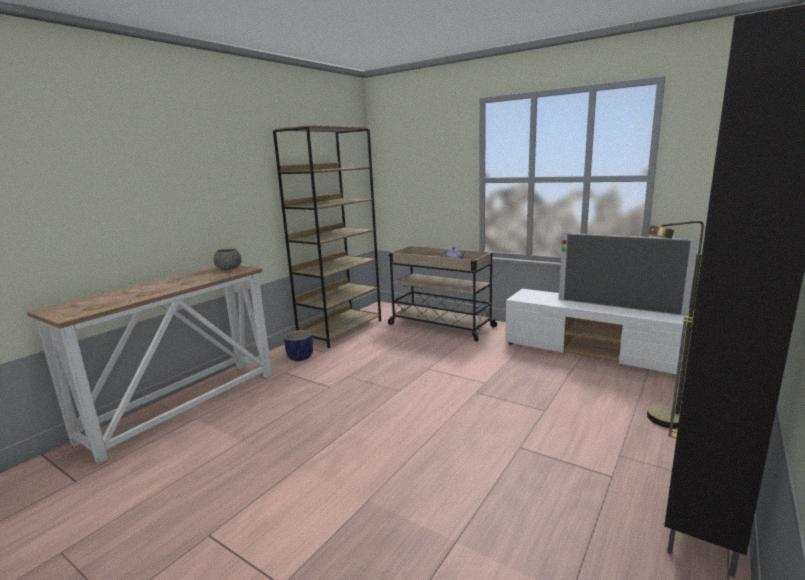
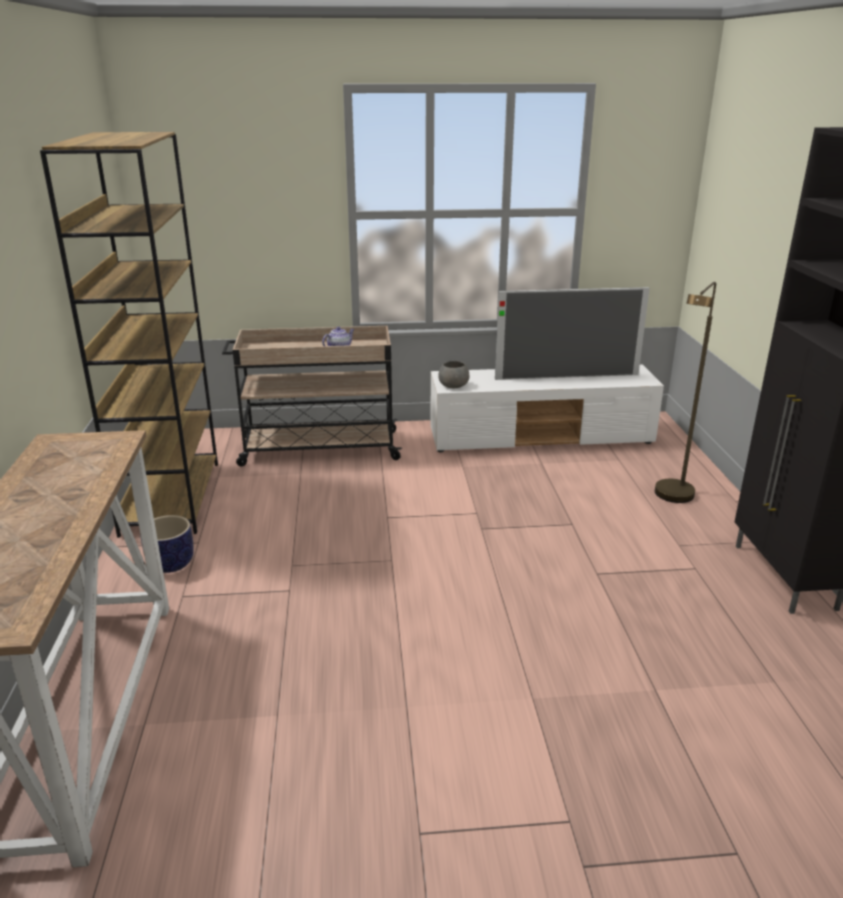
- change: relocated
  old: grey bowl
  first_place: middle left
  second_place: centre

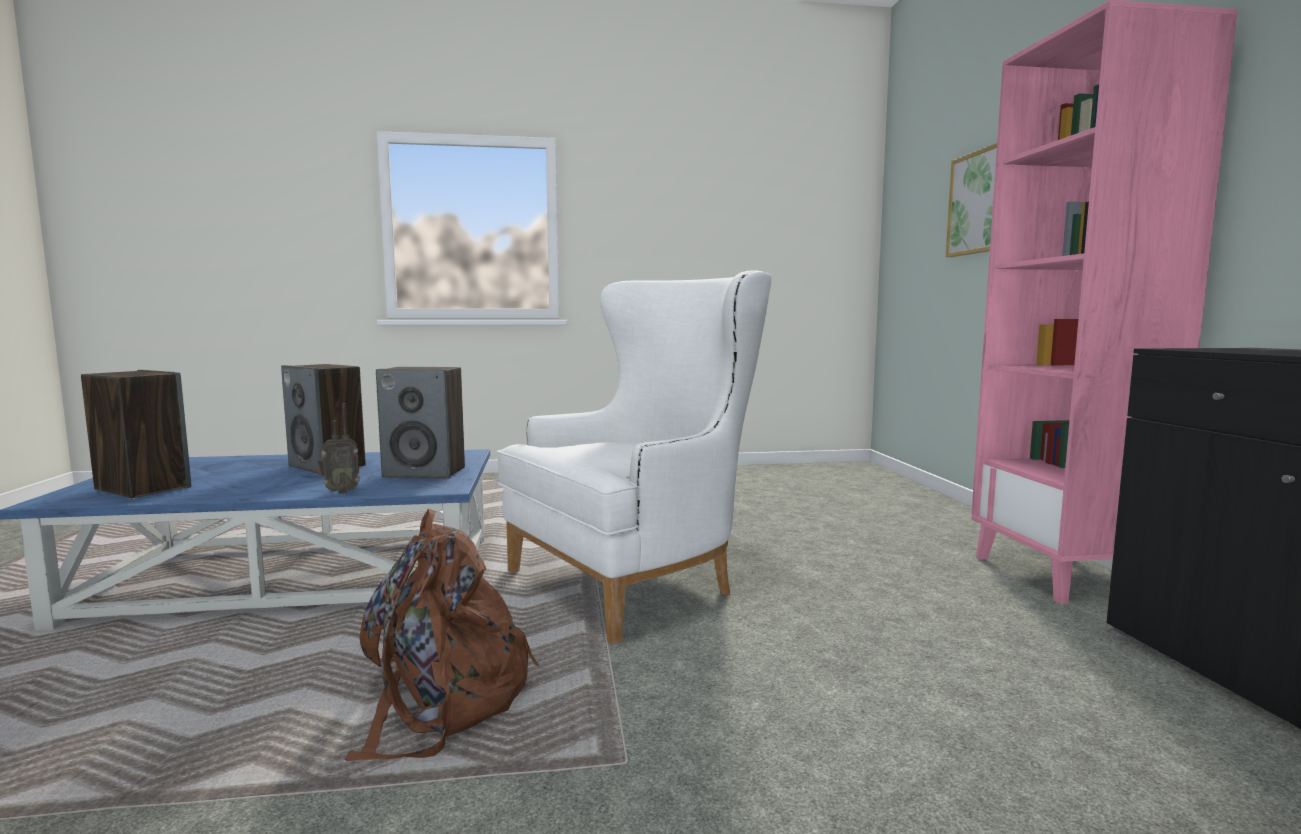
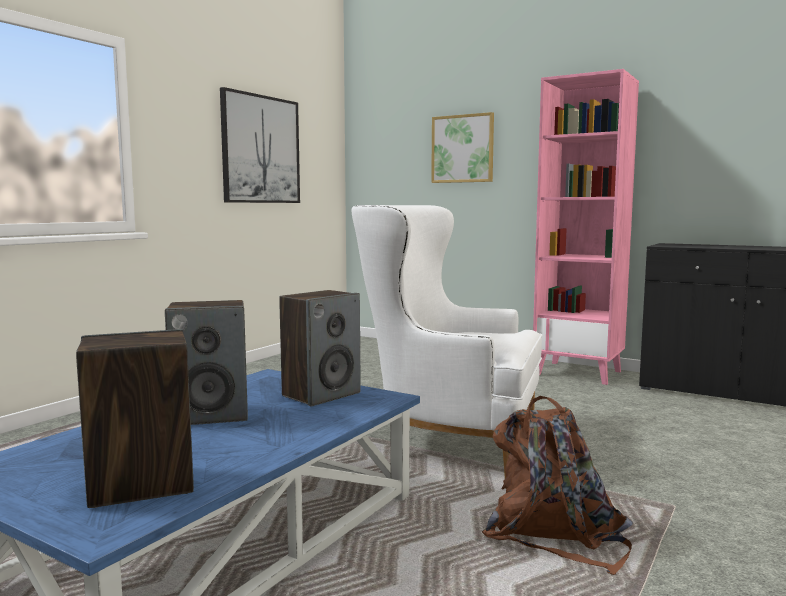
- change: missing
  old: radio
  first_place: middle left
- change: appeared
  new: picture (no. 1 from left)
  second_place: top left
- change: spun
  old: white armchair
  first_place: centre
  second_place: centre
  degrees: -75

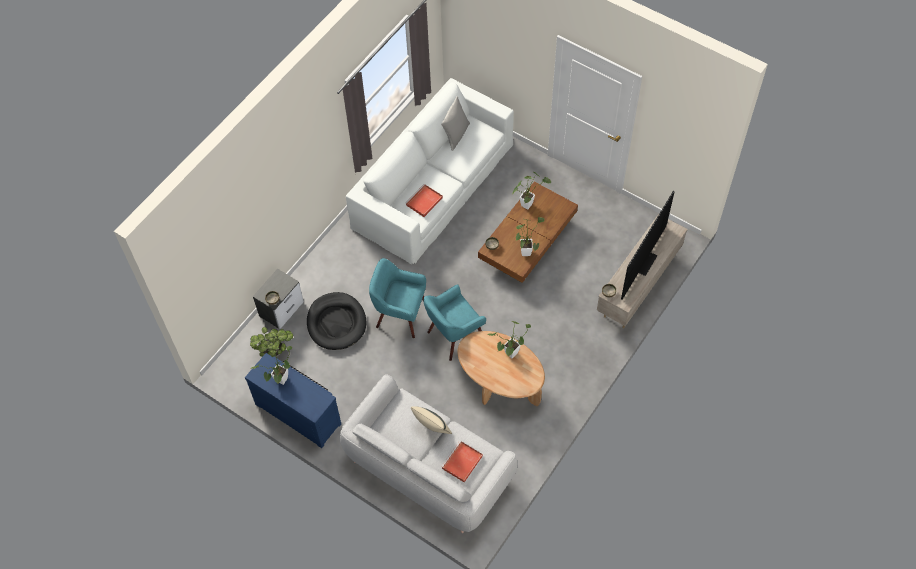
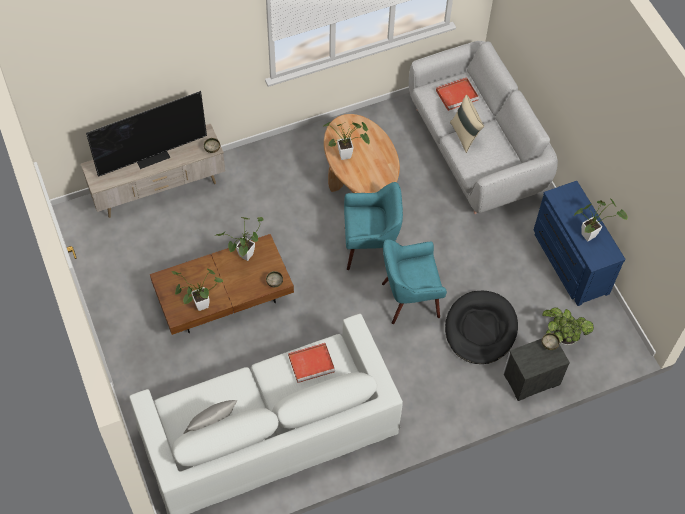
- change: spun
  old: turquoise armchair (no. 1 from left in the first image)
  first_place: centre
  second_place: centre
  degrees: 120

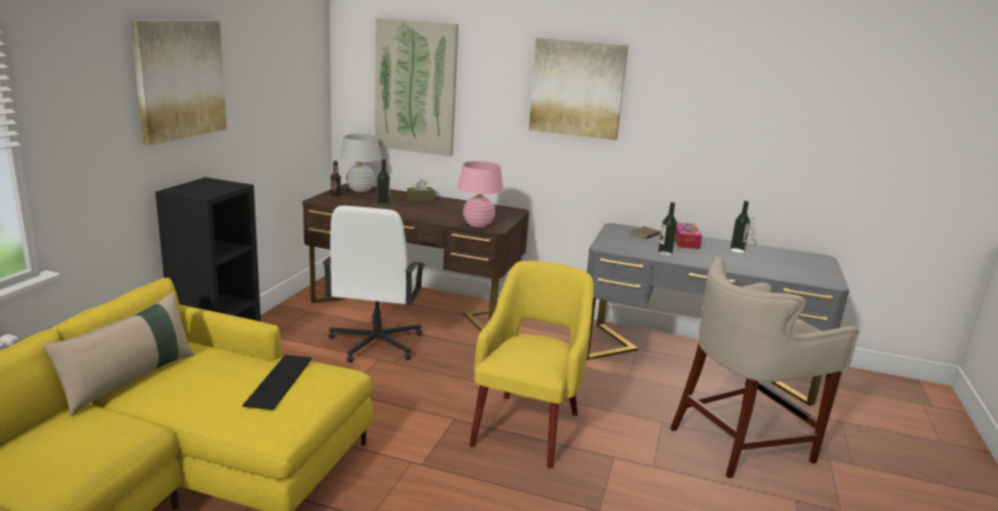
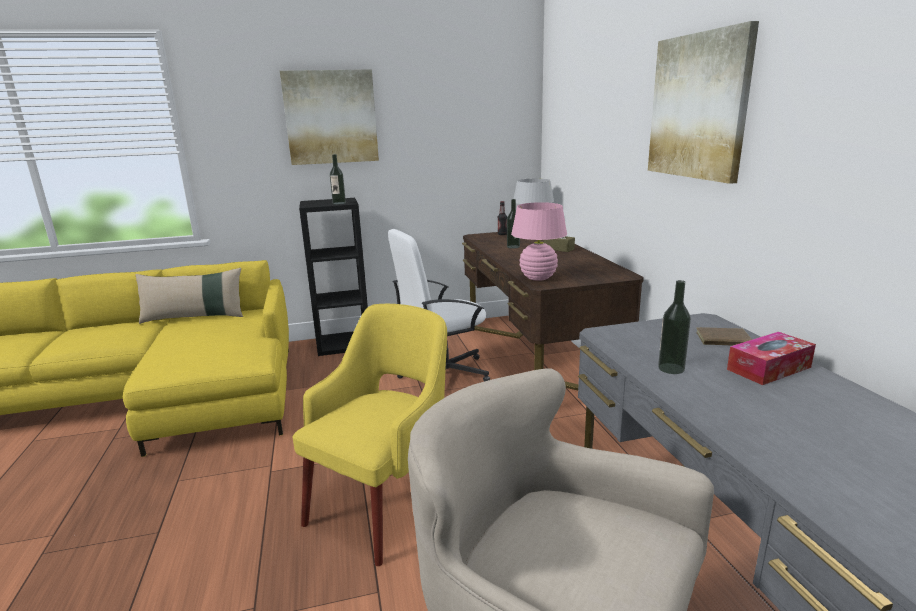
- change: missing
  old: keyboard
  first_place: bottom left
- change: missing
  old: picture (no. 2 from left)
  first_place: top centre
- change: relocated
  old: bottle (no. 4 from left in the first image)
  new: bottle (no. 1 from left)
  first_place: middle right
  second_place: top centre
- change: spun
  old: yellow armchair
  first_place: bottom centre
  second_place: bottom centre
  degrees: -45

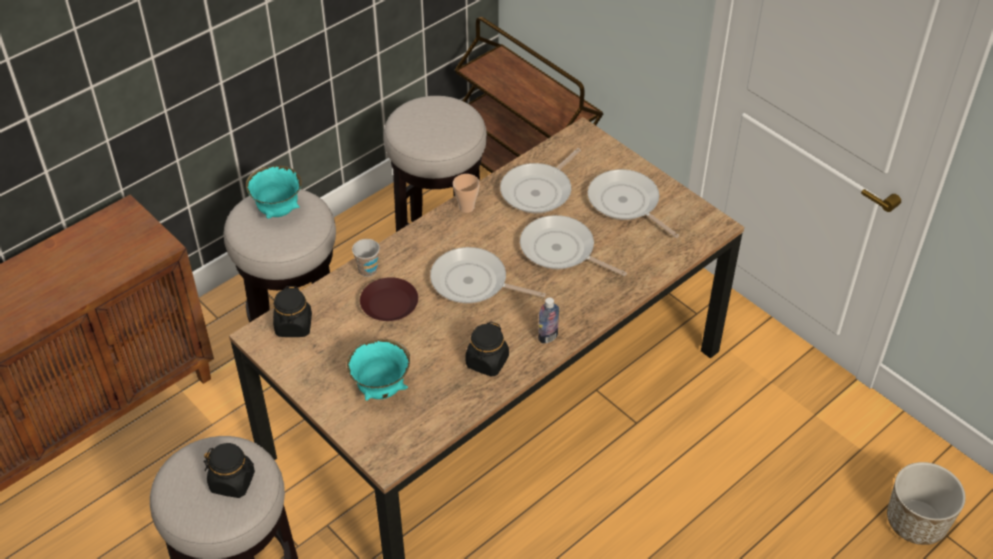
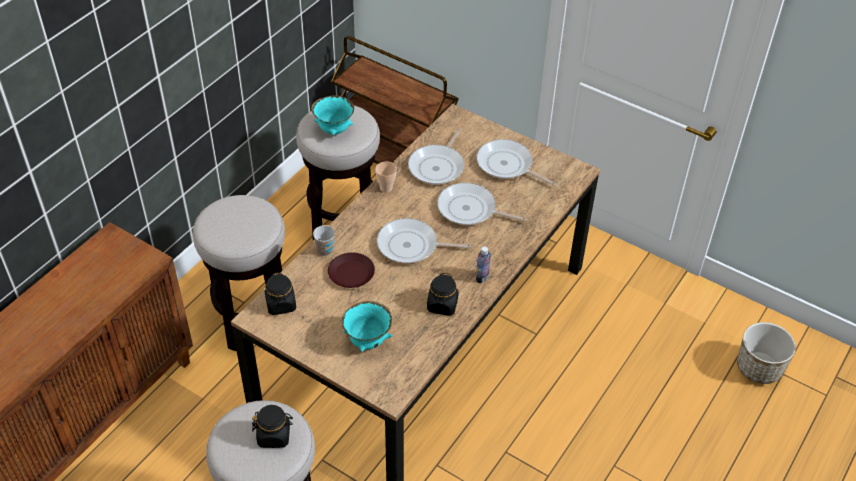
- change: relocated
  old: turquoise bowl (no. 1 from left)
  first_place: middle left
  second_place: top centre

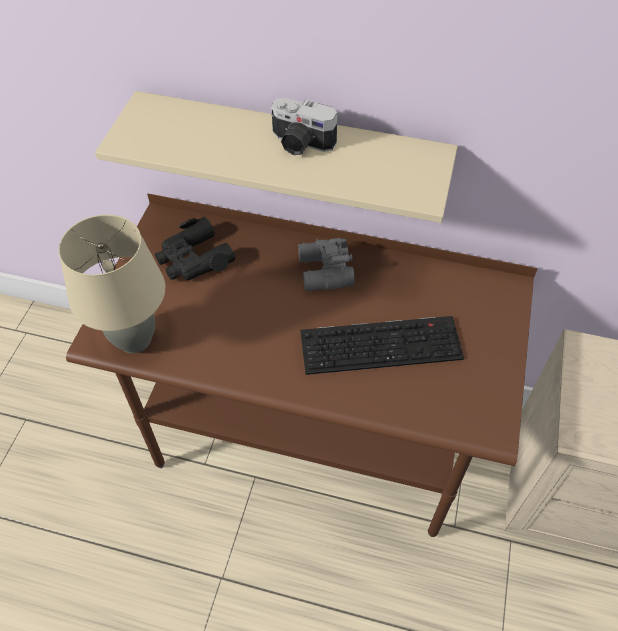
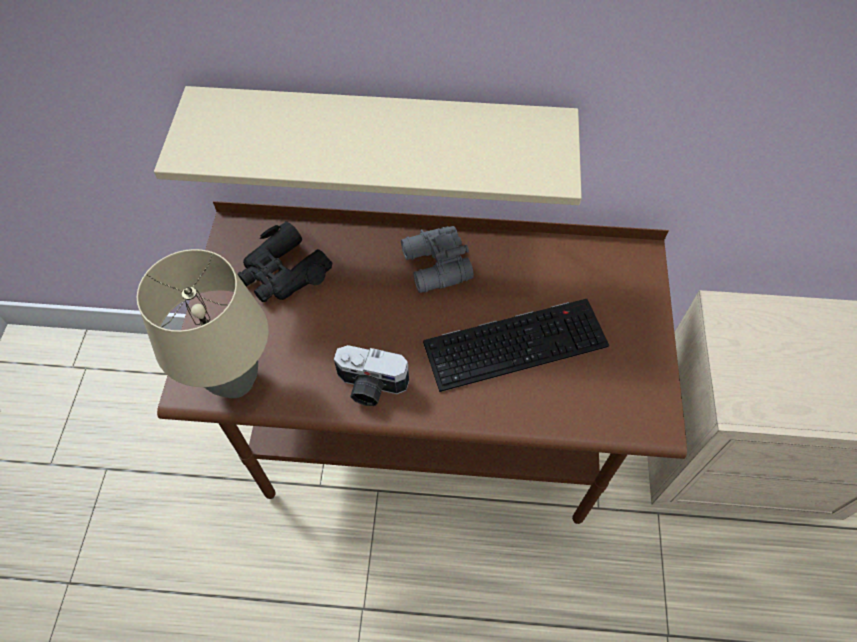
- change: relocated
  old: photo camera
  first_place: top centre
  second_place: centre

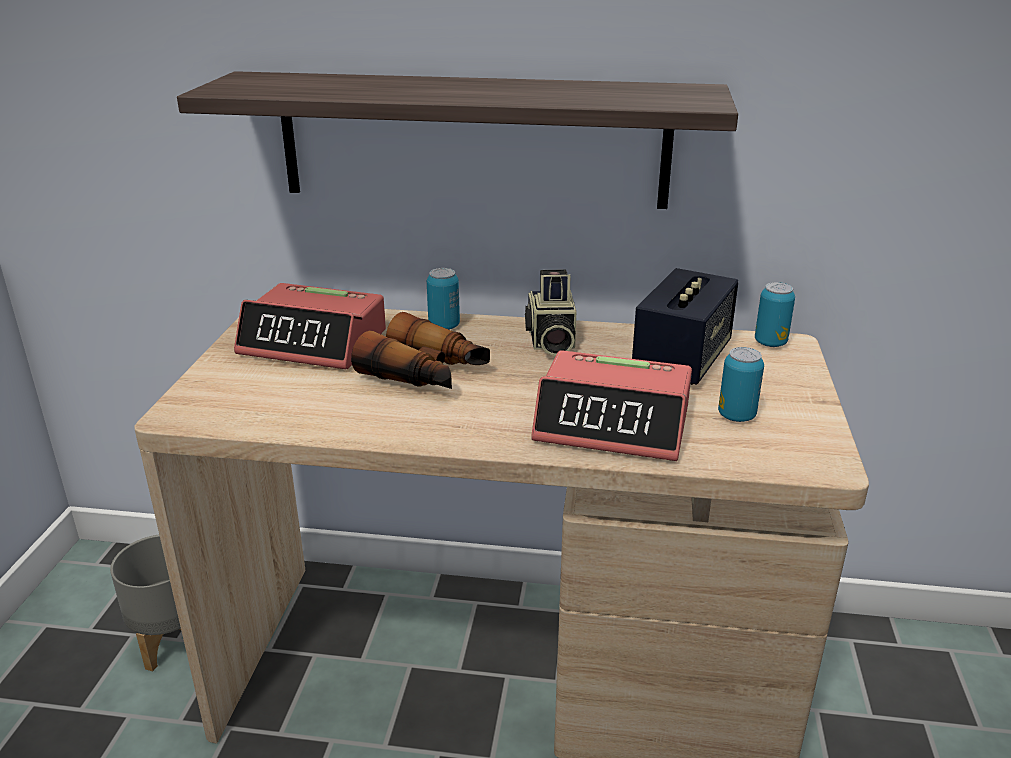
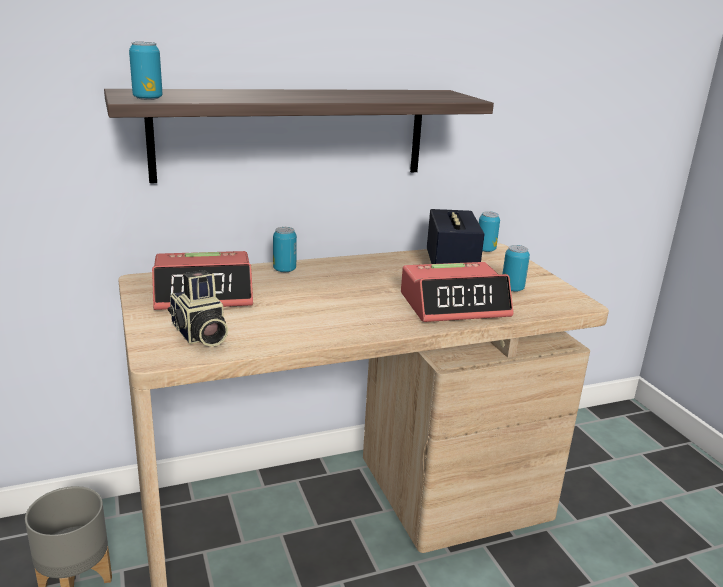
- change: missing
  old: binoculars
  first_place: centre
- change: appeared
  new: can (no. 1 from left)
  second_place: top left
- change: relocated
  old: photo camera
  first_place: centre
  second_place: middle left

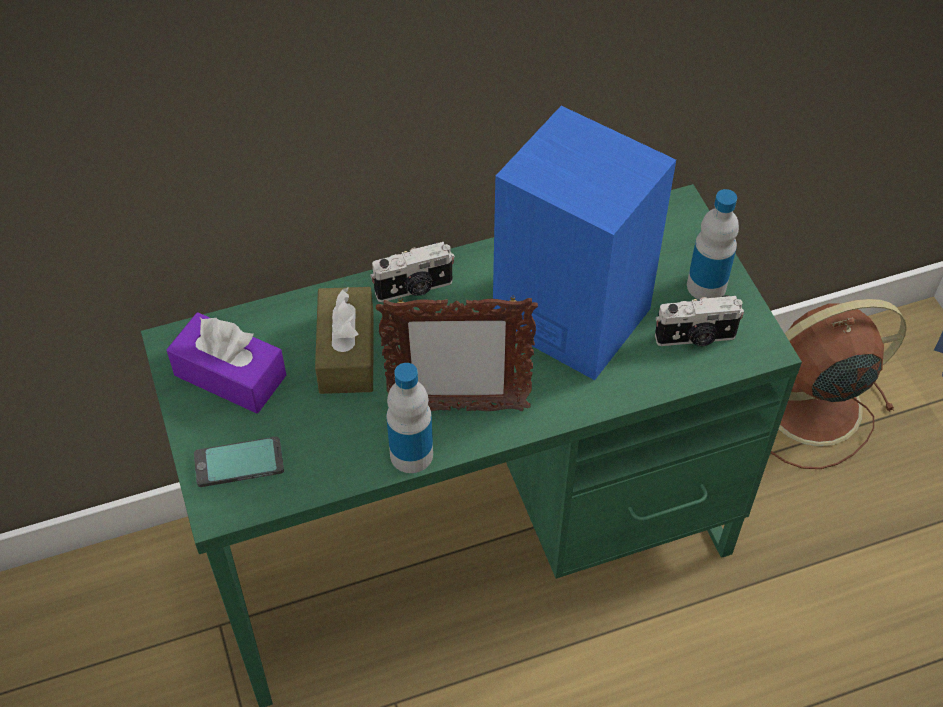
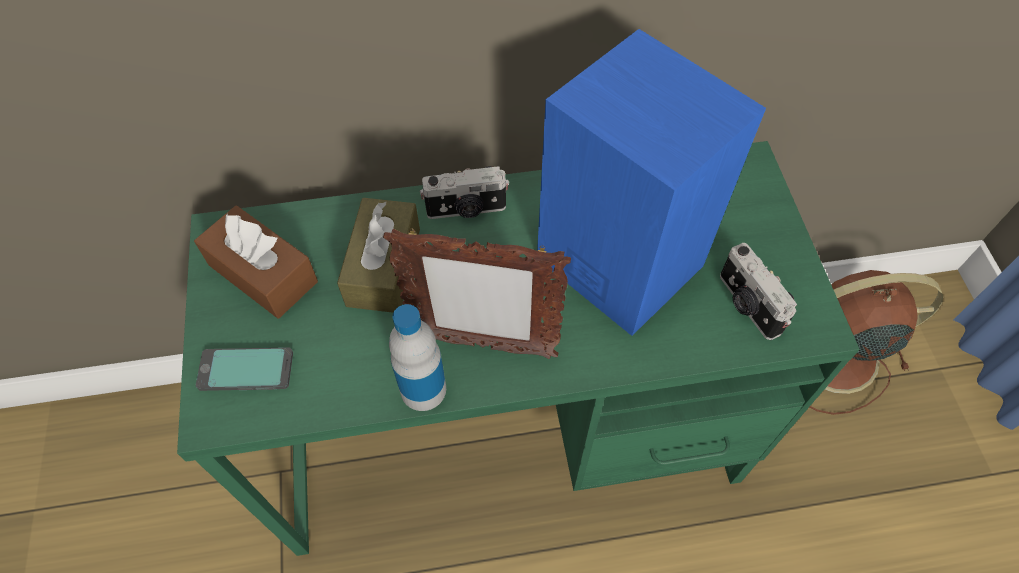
- change: missing
  old: bottle (no. 2 from left)
  first_place: middle right
- change: colour
  old: purple tissue box
  new: brown tissue box (no. 1 from left)
  first_place: middle left
  second_place: middle left
- change: spun
  old: photo camera (no. 2 from left)
  first_place: middle right
  second_place: middle right
  degrees: 60

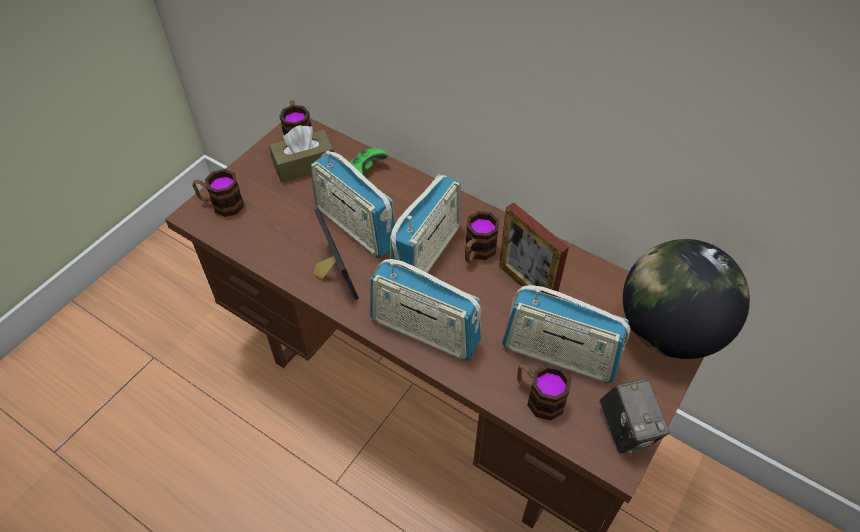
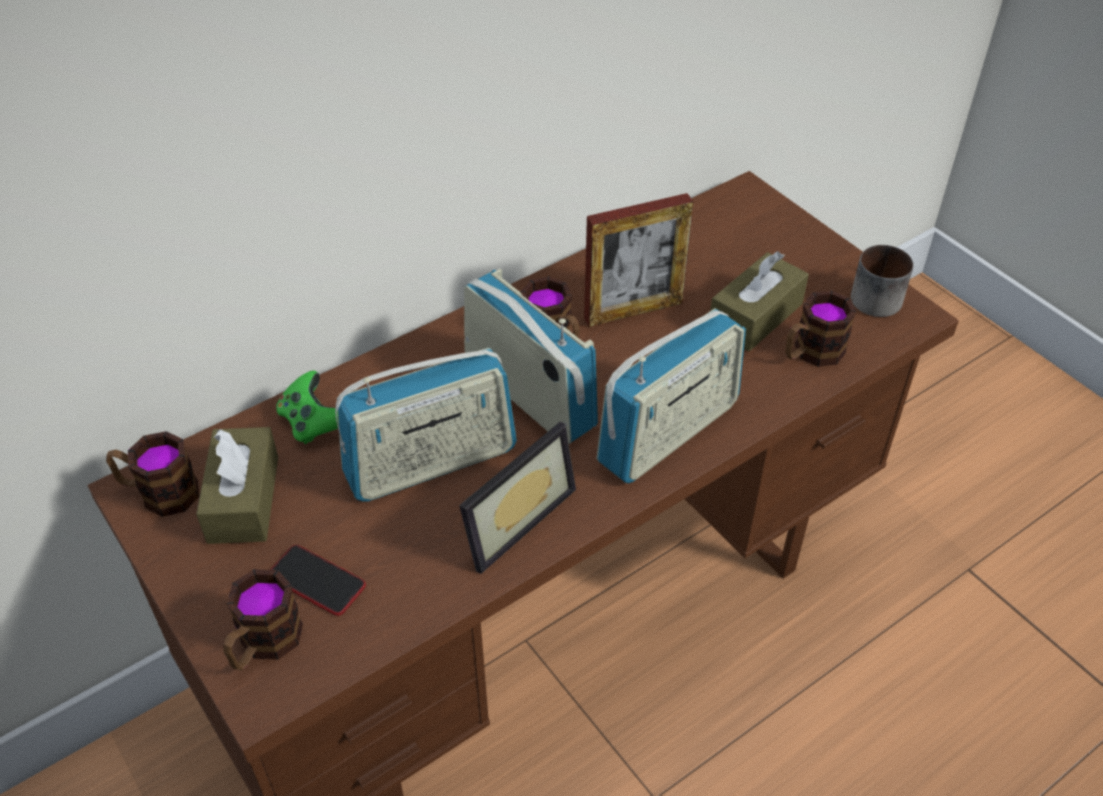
- change: missing
  old: globe
  first_place: middle right
- change: appeared
  new: phone
  second_place: bottom left
- change: exchanged
  old: radio (no. 4 from left)
  new: brown tissue box (no. 2 from left)
  first_place: centre
  second_place: middle right
- change: exchanged
  old: photo camera
  new: mug (no. 5 from left)
  first_place: bottom right
  second_place: middle right
- change: spun
  old: picture frame (no. 1 from left)
  first_place: centre
  second_place: centre
  degrees: 135

